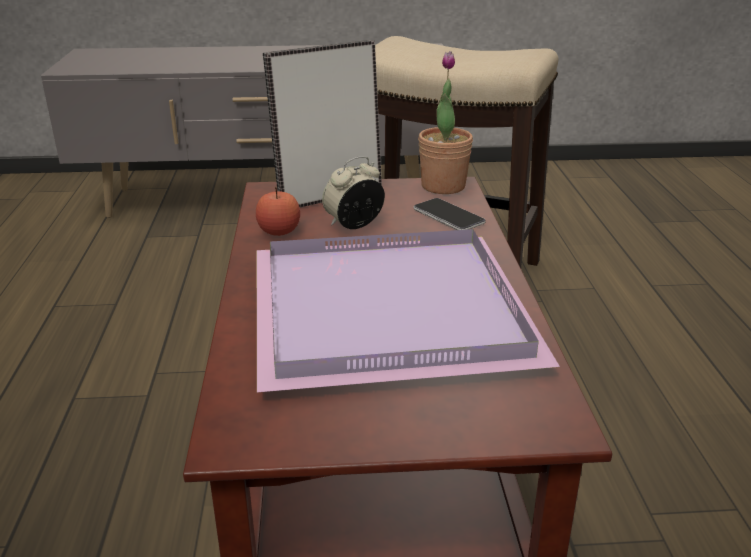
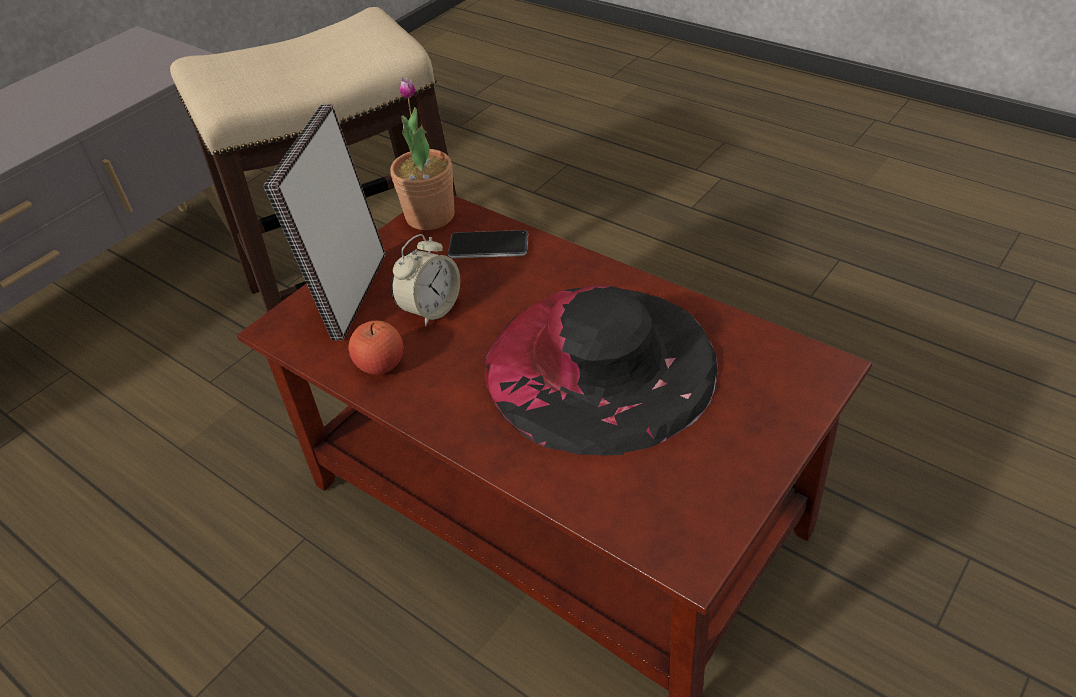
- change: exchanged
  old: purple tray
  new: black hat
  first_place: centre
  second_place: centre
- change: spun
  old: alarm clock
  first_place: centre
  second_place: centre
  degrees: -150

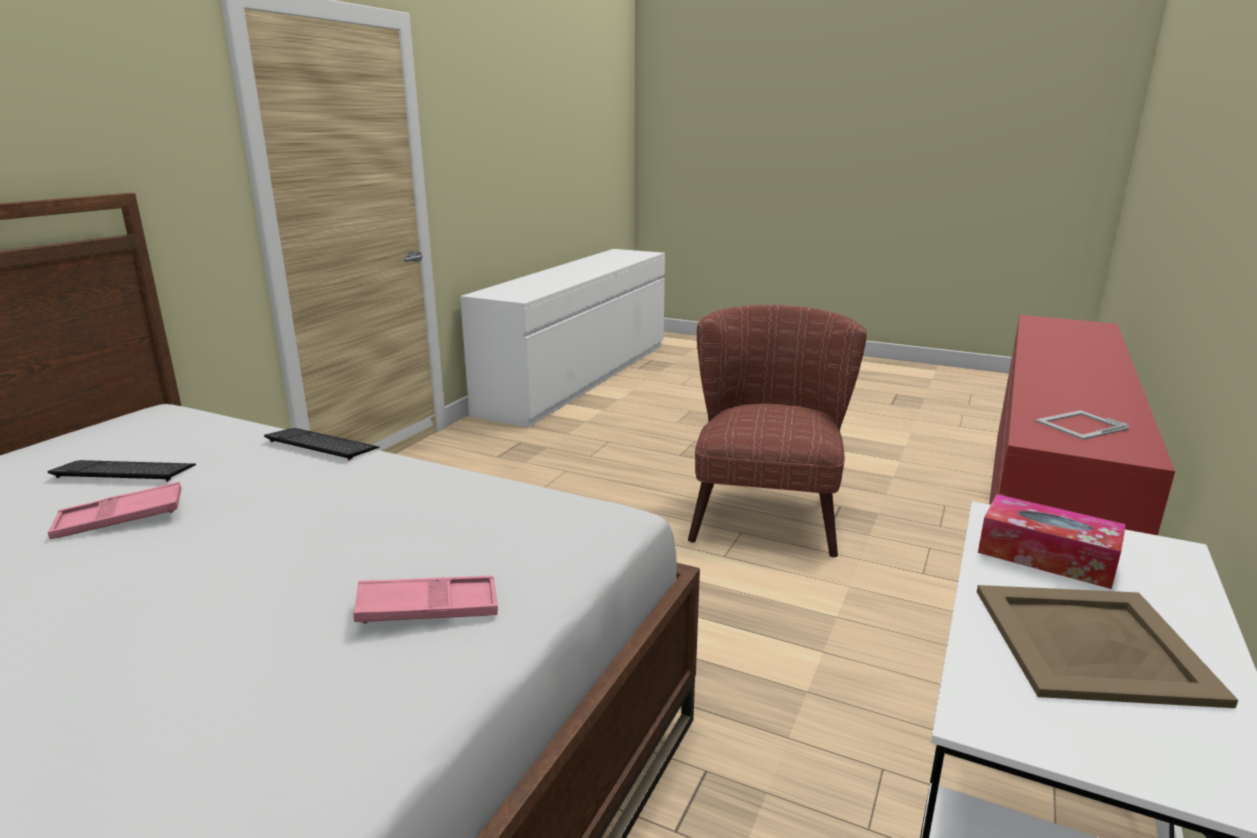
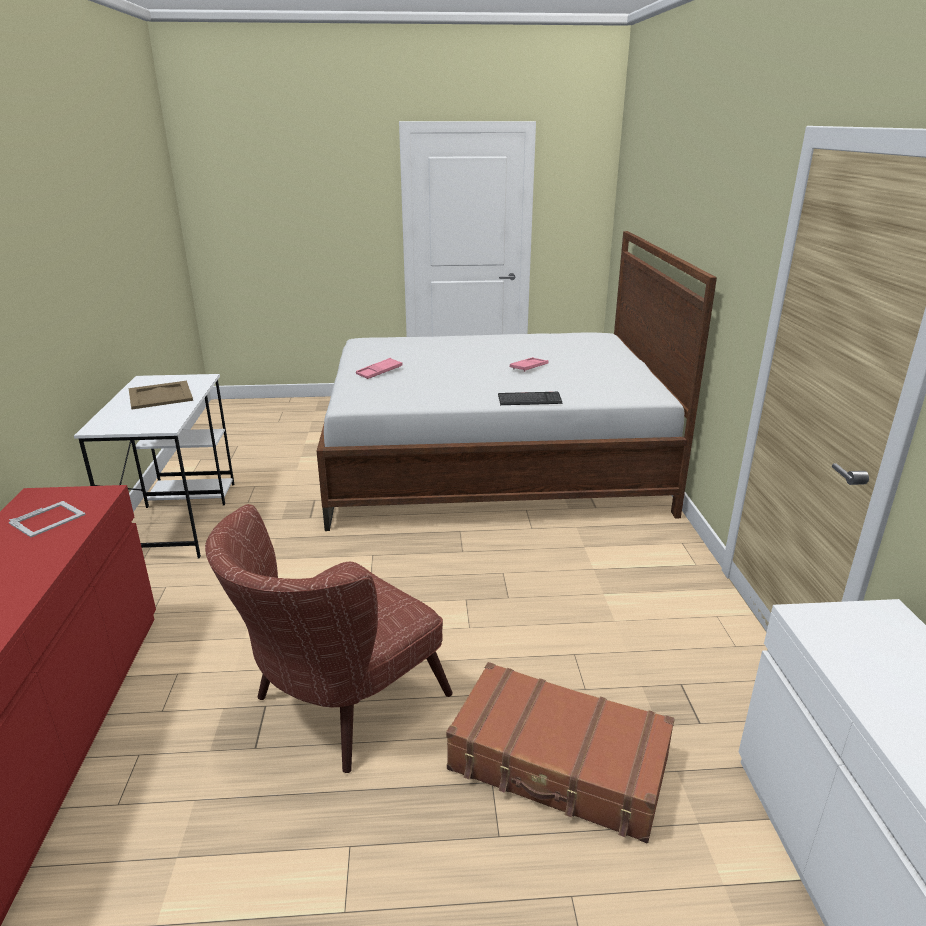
- change: missing
  old: keyboard (no. 1 from left)
  first_place: middle left
- change: missing
  old: tissue box
  first_place: middle right
- change: appeared
  new: brown suitcase
  second_place: bottom centre
- change: spun
  old: brown armchair
  first_place: centre
  second_place: bottom centre
  degrees: 60

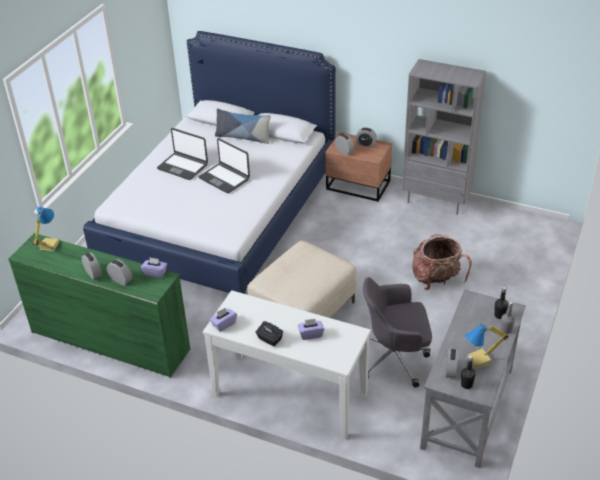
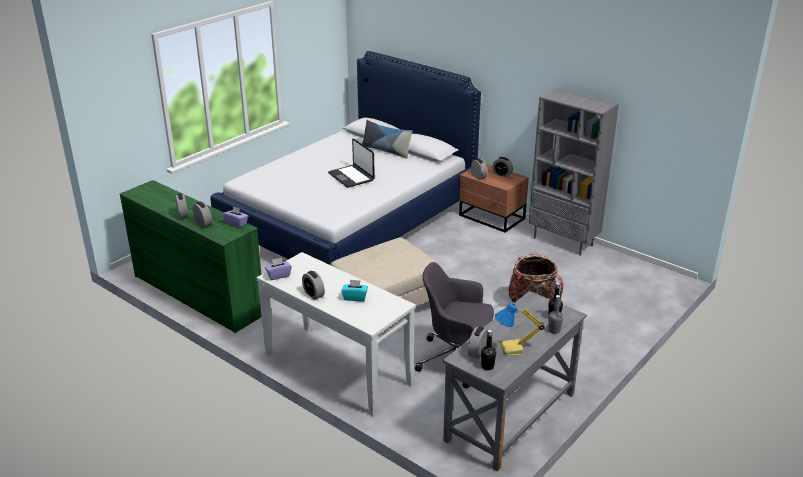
- change: missing
  old: table lamp (no. 1 from left)
  first_place: middle left
- change: missing
  old: laptop (no. 1 from left)
  first_place: top left
- change: exchanged
  old: black tissue box
  new: alarm clock (no. 3 from left)
  first_place: bottom centre
  second_place: centre
- change: colour
  old: purple tissue box (no. 3 from left)
  new: turquoise tissue box
  first_place: bottom centre
  second_place: centre

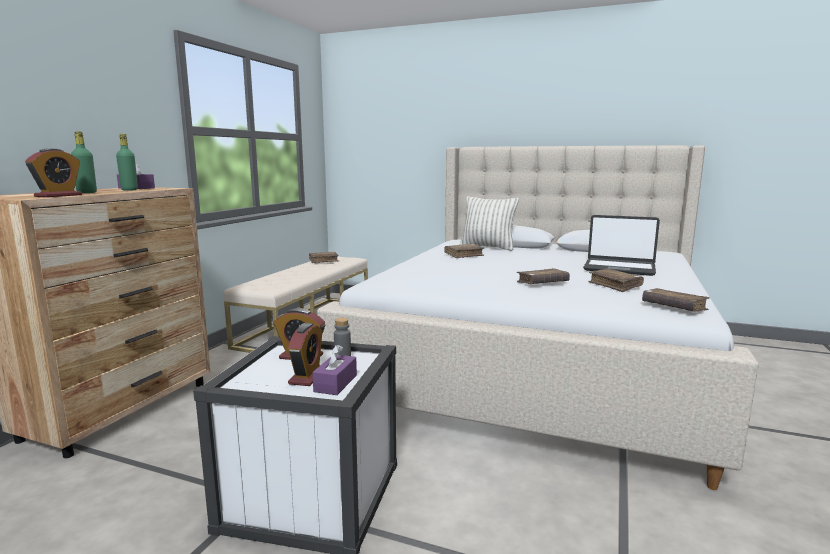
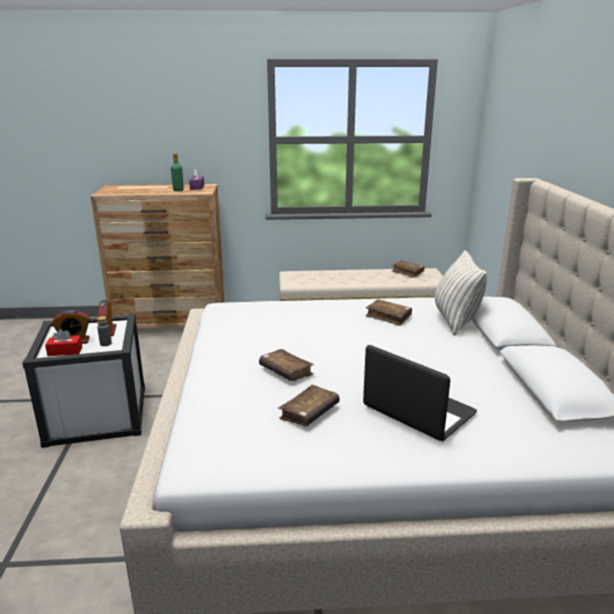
- change: missing
  old: alarm clock (no. 1 from left)
  first_place: top left
- change: missing
  old: green bottle (no. 1 from left)
  first_place: top left
- change: missing
  old: brown book (no. 5 from left)
  first_place: middle right
- change: colour
  old: purple tissue box (no. 2 from left)
  new: red tissue box
  first_place: bottom centre
  second_place: middle left
- change: spun
  old: laptop
  first_place: middle right
  second_place: middle right
  degrees: 135

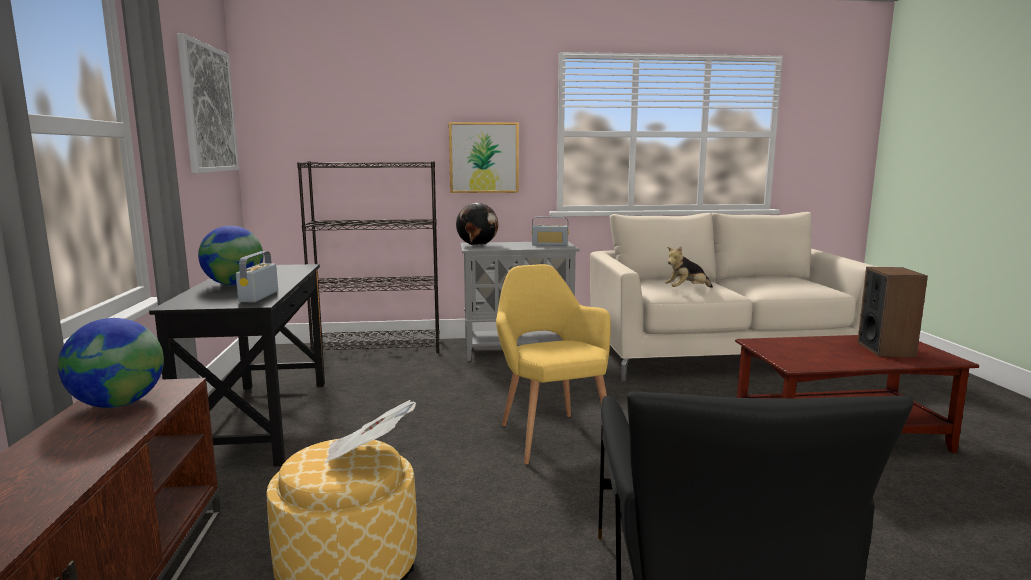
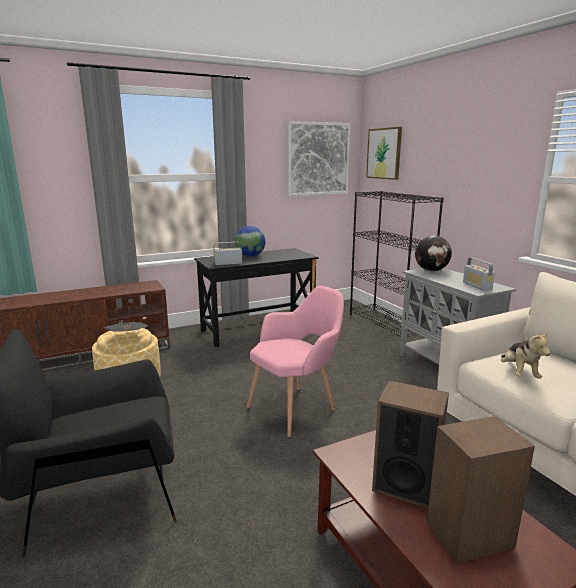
- change: missing
  old: globe (no. 1 from left)
  first_place: middle left
- change: appeared
  new: speaker (no. 1 from left)
  second_place: bottom right
- change: relocated
  old: picture (no. 2 from left)
  first_place: top centre
  second_place: top right
- change: colour
  old: yellow armchair
  new: pink armchair
  first_place: centre
  second_place: centre
- change: spun
  old: plush toy
  first_place: middle right
  second_place: middle right
  degrees: -135

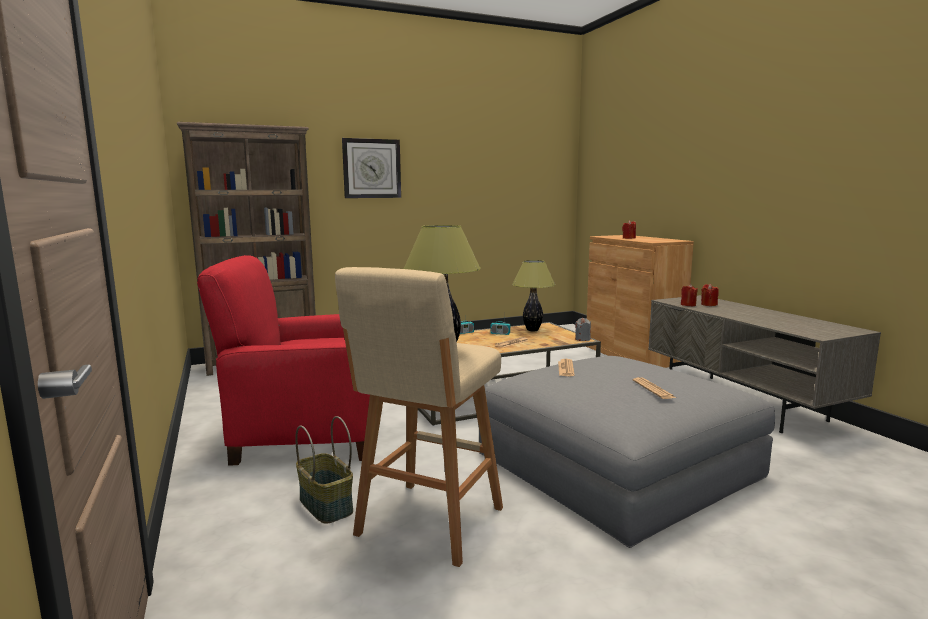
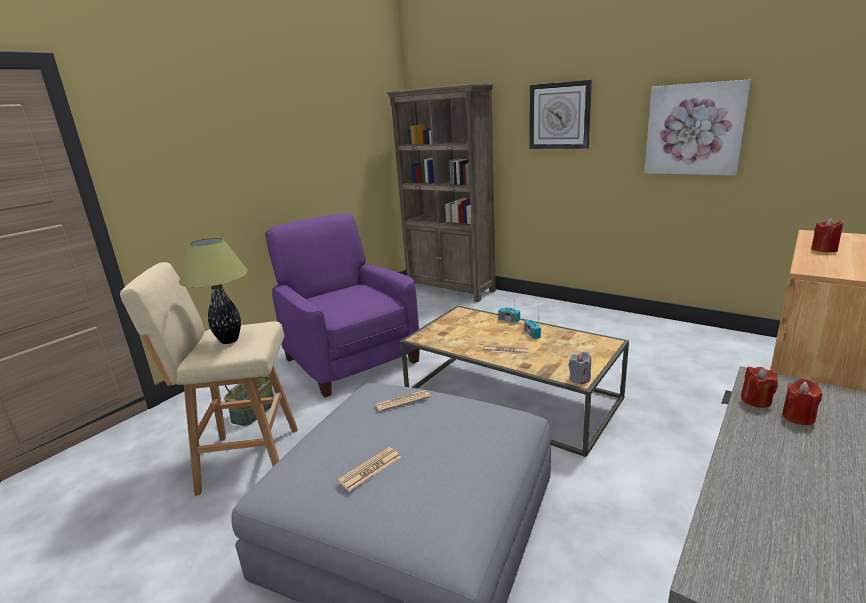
- change: missing
  old: table lamp (no. 2 from left)
  first_place: centre
- change: appeared
  new: picture
  second_place: top right
- change: colour
  old: red armchair
  new: purple armchair
  first_place: middle left
  second_place: centre

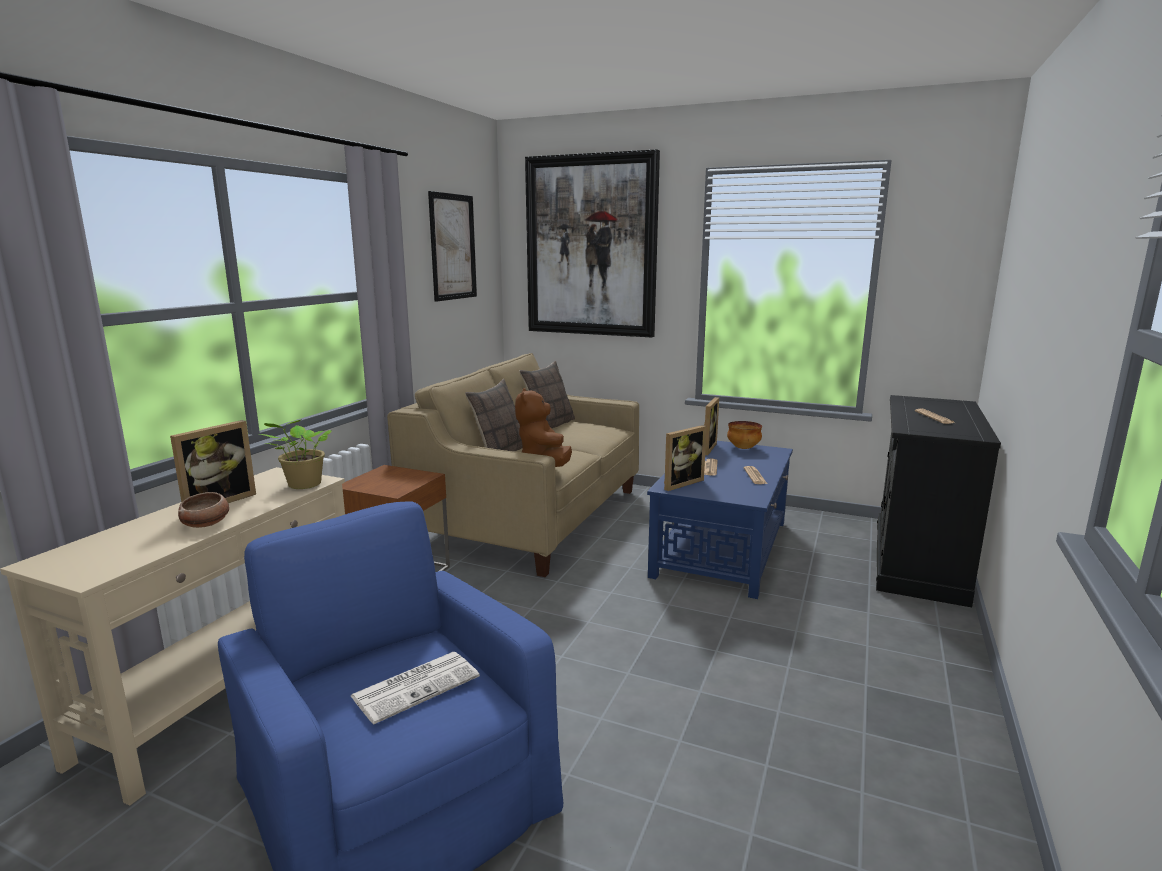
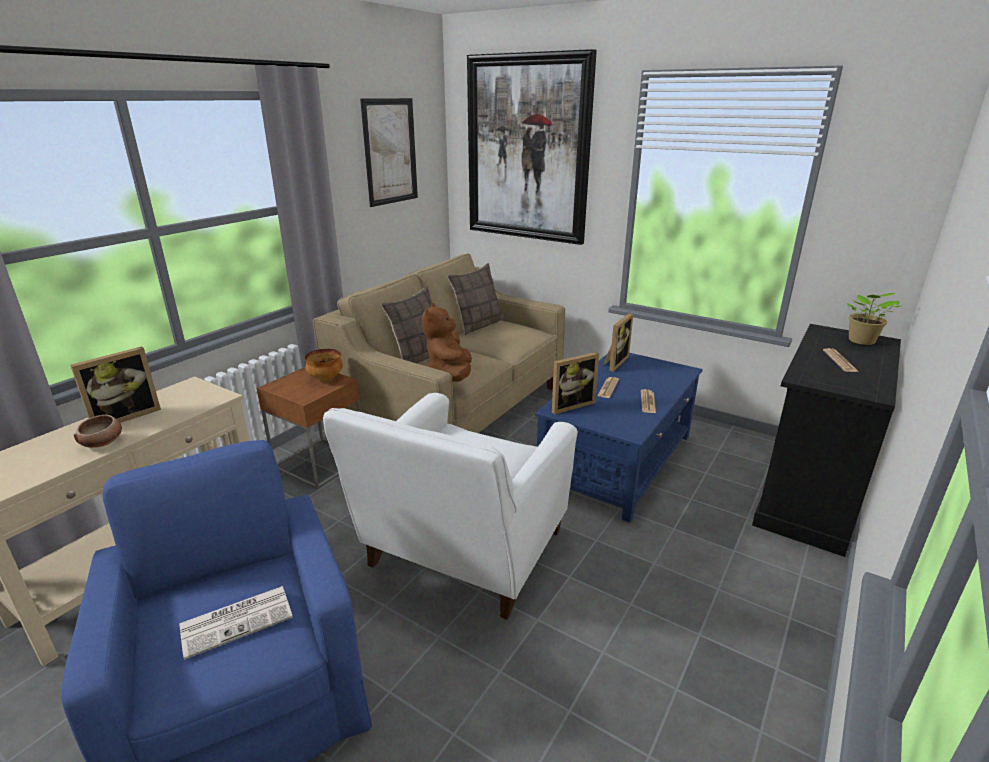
- change: appeared
  new: white armchair
  second_place: centre
- change: relocated
  old: potted plant
  first_place: middle left
  second_place: middle right
- change: relocated
  old: bowl (no. 2 from left)
  first_place: centre
  second_place: middle left

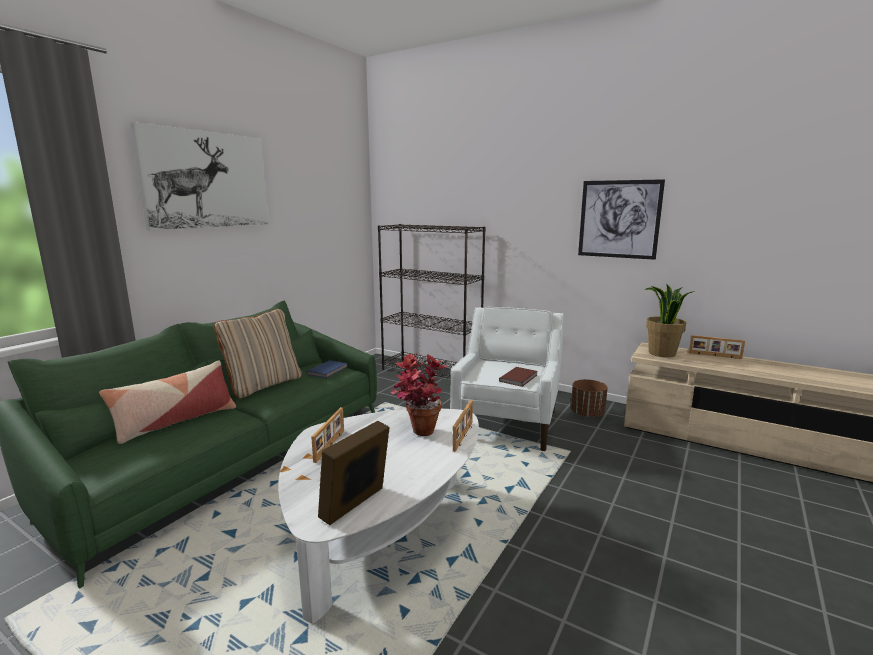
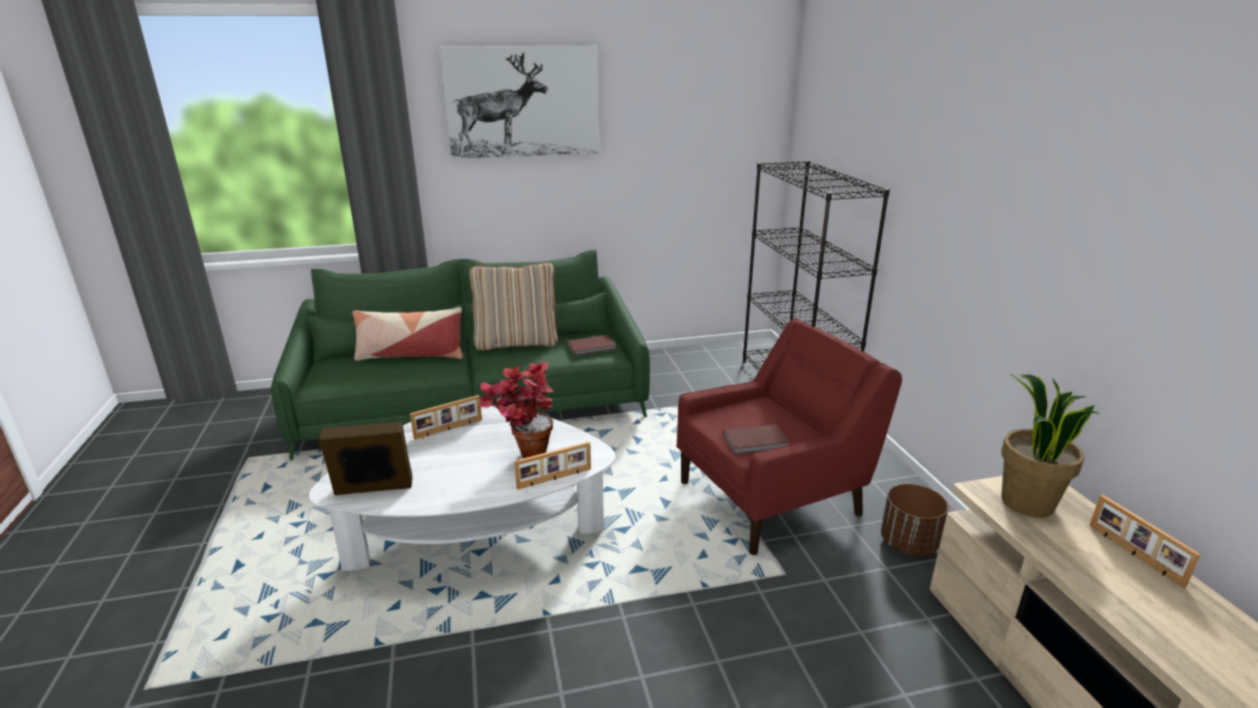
- change: missing
  old: picture (no. 2 from left)
  first_place: middle right
- change: colour
  old: blue book
  new: brown book (no. 1 from left)
  first_place: centre
  second_place: centre
- change: colour
  old: white armchair
  new: red armchair
  first_place: centre
  second_place: centre

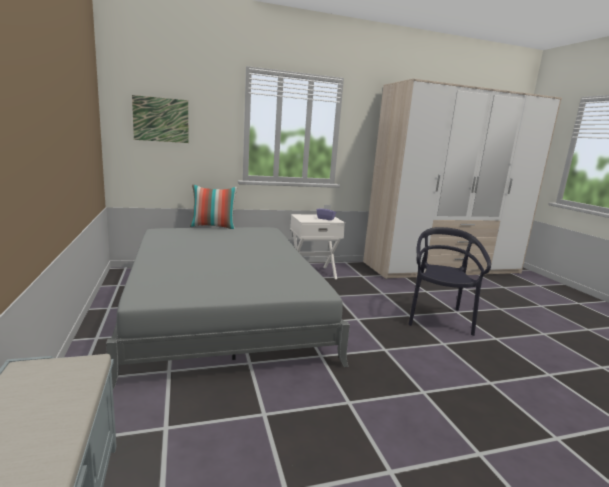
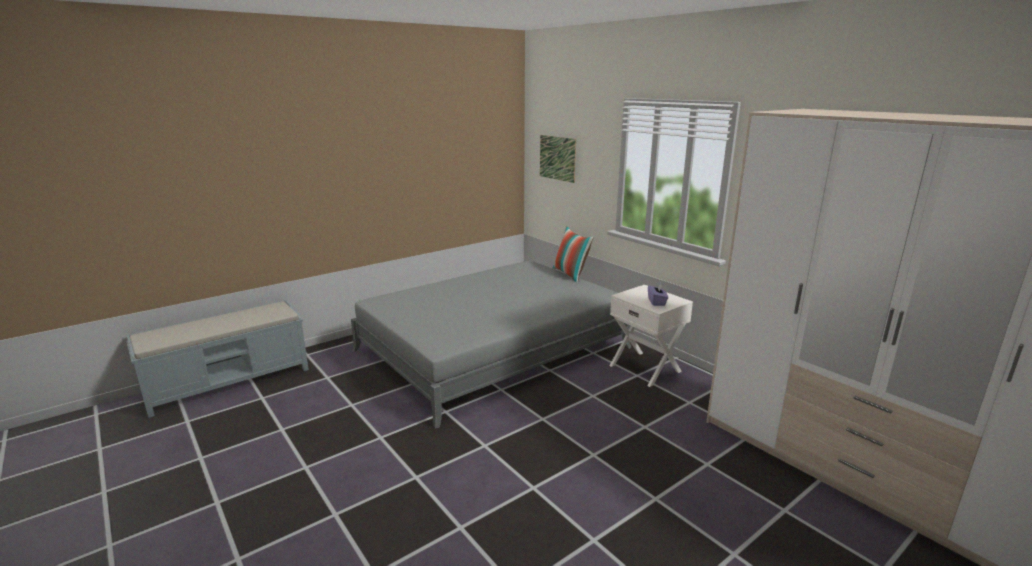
- change: missing
  old: black chair
  first_place: middle right

